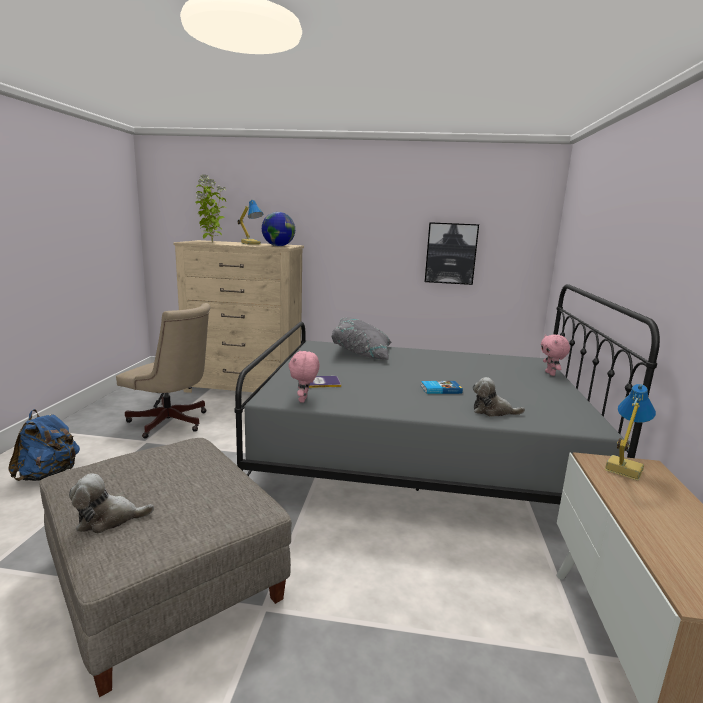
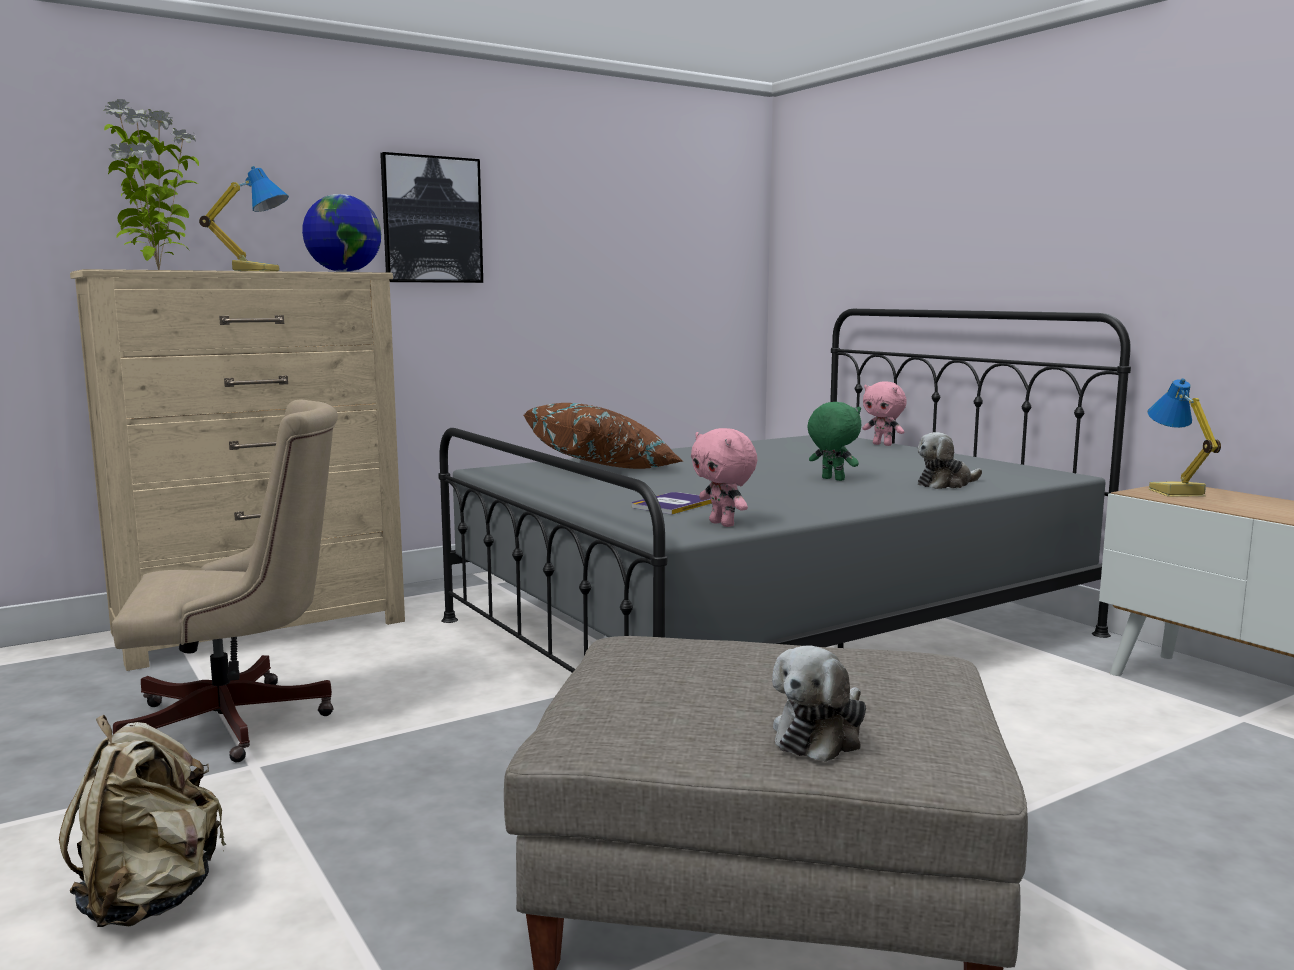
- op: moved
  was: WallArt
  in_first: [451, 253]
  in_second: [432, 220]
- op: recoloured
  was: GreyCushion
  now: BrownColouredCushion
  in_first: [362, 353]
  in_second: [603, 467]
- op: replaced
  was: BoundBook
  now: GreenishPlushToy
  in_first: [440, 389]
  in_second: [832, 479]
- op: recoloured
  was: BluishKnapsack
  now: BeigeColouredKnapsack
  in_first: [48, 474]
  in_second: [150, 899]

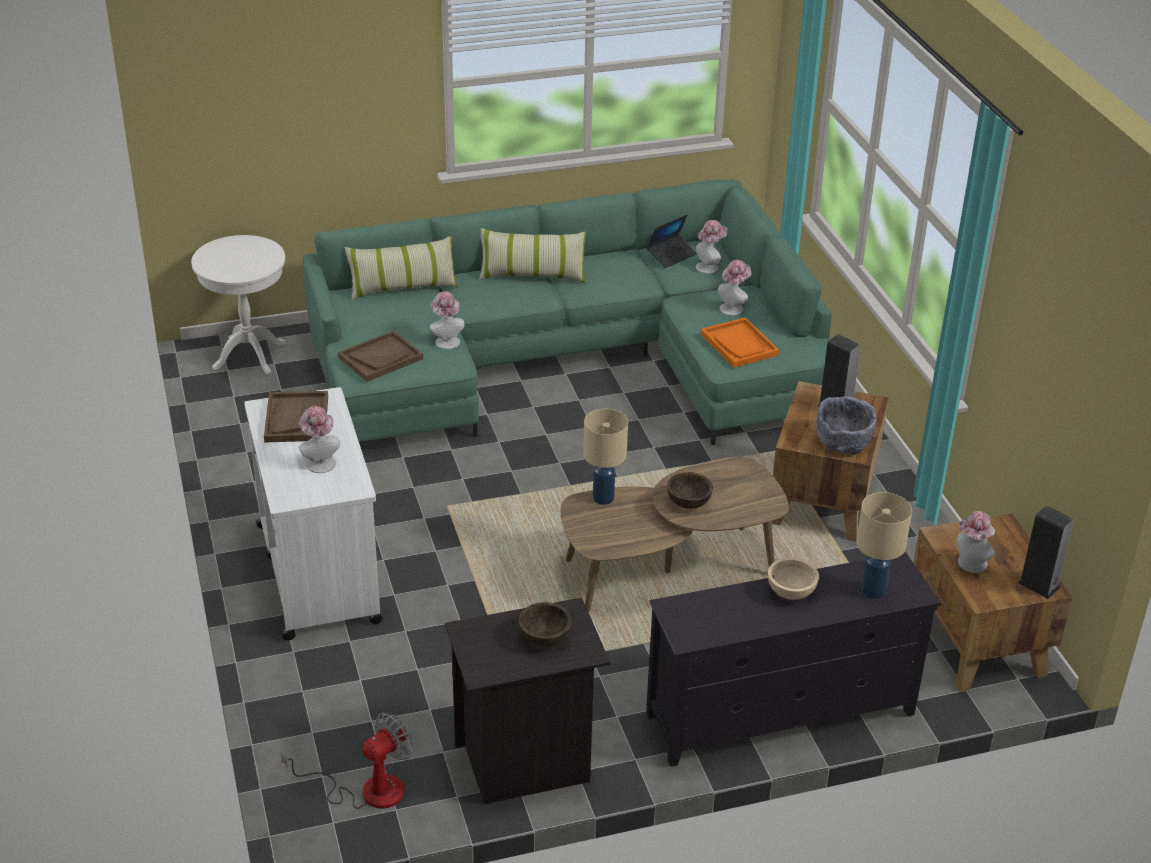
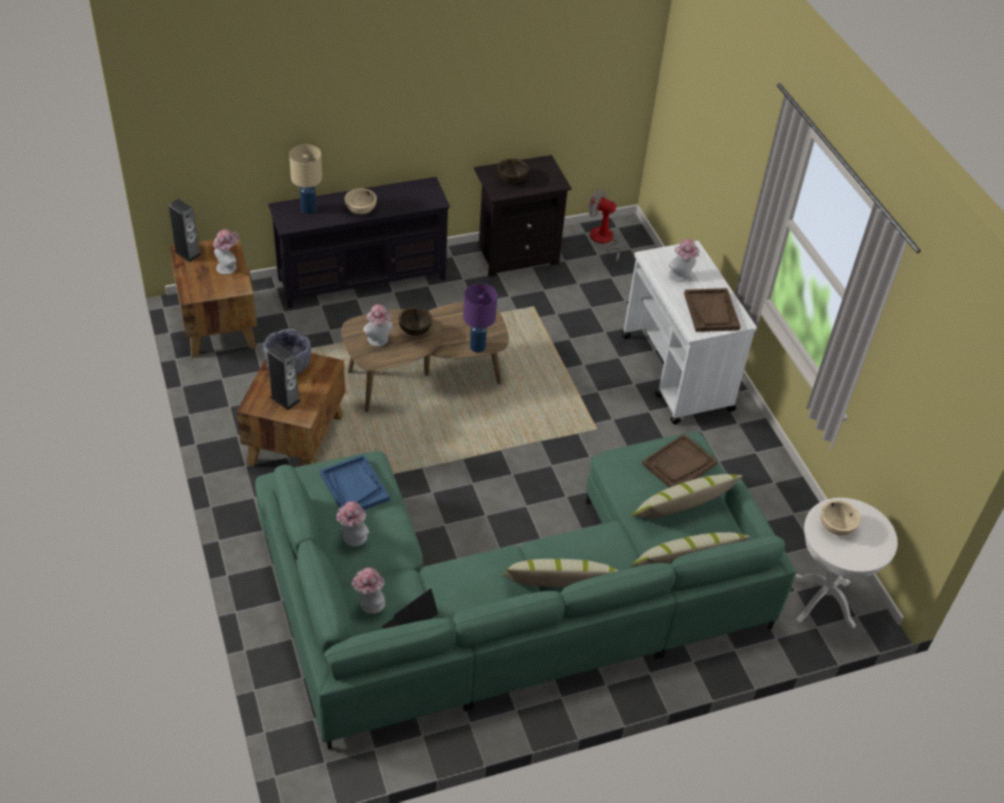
- op: moved
  was: WearableHat
  in_first: [446, 340]
  in_second: [379, 341]
- op: recoloured
  was: OrangeColouredServingTray
  now: BluishServingTray
  in_first: [739, 344]
  in_second: [354, 487]
- op: recoloured
  was: BeigeColouredLampForATable
  now: PurpleLampForATable
  in_first: [603, 498]
  in_second: [477, 346]
- op: turned
  was: Fan
  in_first: [367, 790]
  in_second: [603, 241]
  clockwise: 75
- op: added
  now: Cushion
  in_second: [682, 509]
- op: added
  now: BeigeColouredServingBowl
  in_second: [836, 526]

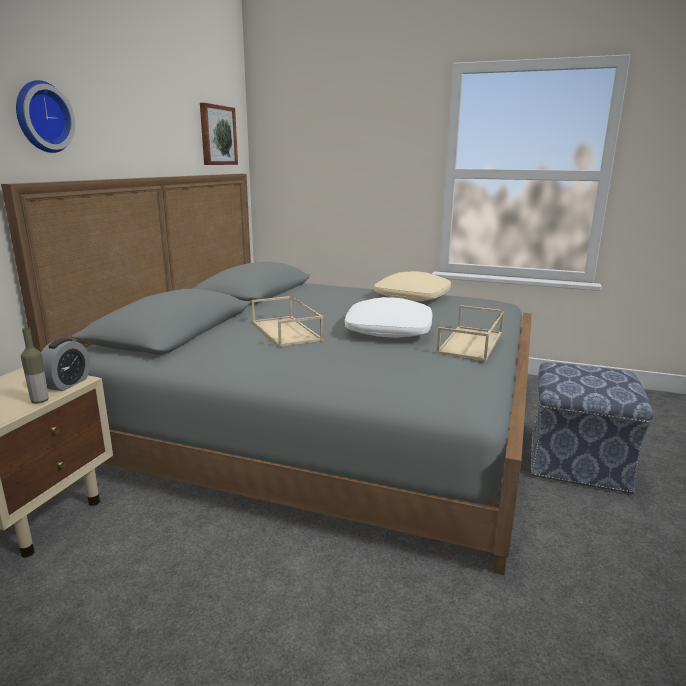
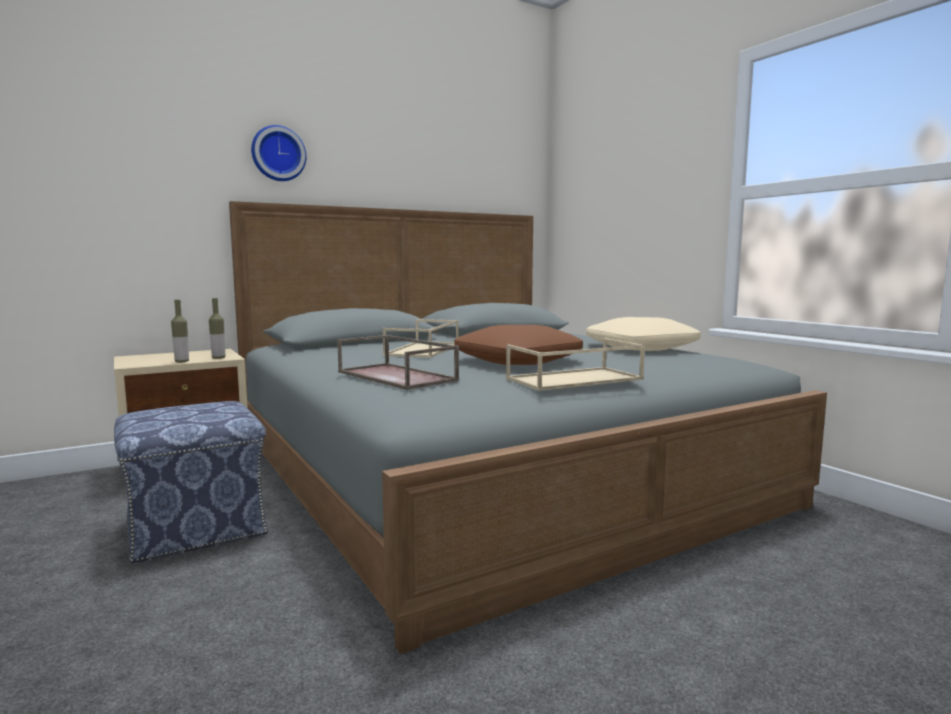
- op: removed
  was: WallArt
  in_first: [217, 135]
- op: recoloured
  was: WhiteColouredCushion
  now: BrownColouredCushion
  in_first: [388, 330]
  in_second: [517, 360]
- op: replaced
  was: AlarmClock
  now: Bottle
  in_first: [67, 384]
  in_second: [218, 358]
- op: moved
  was: Footrest
  in_first: [578, 461]
  in_second: [197, 526]
- op: added
  now: BrownColouredServingTray
  in_second: [398, 376]

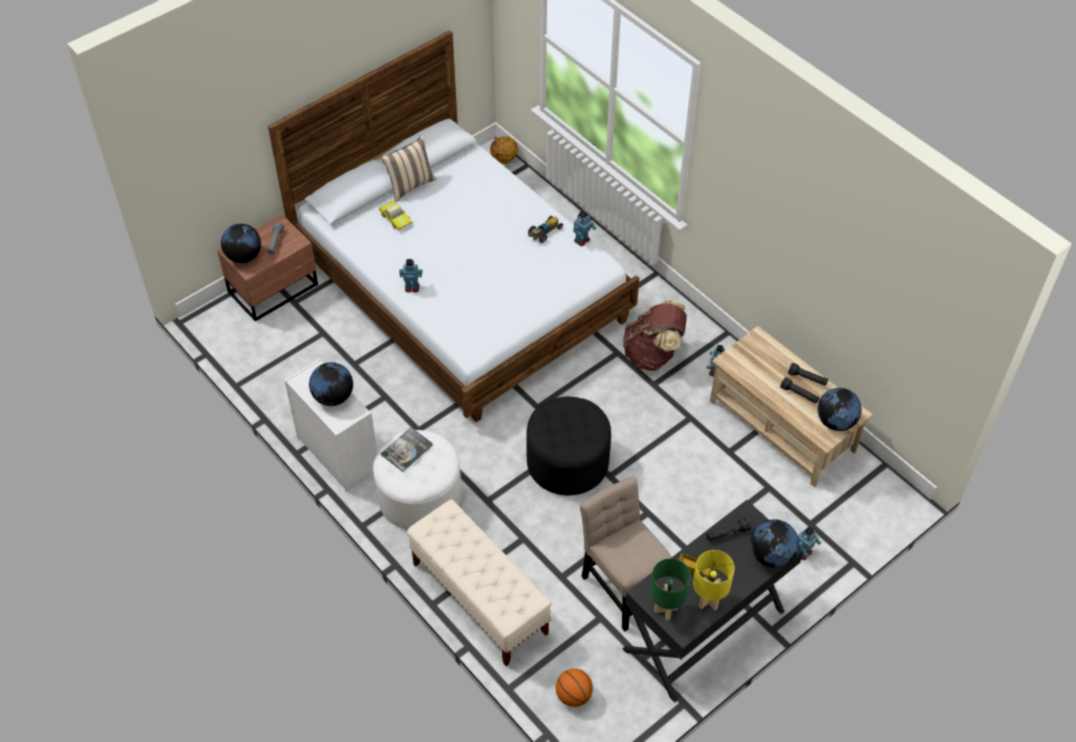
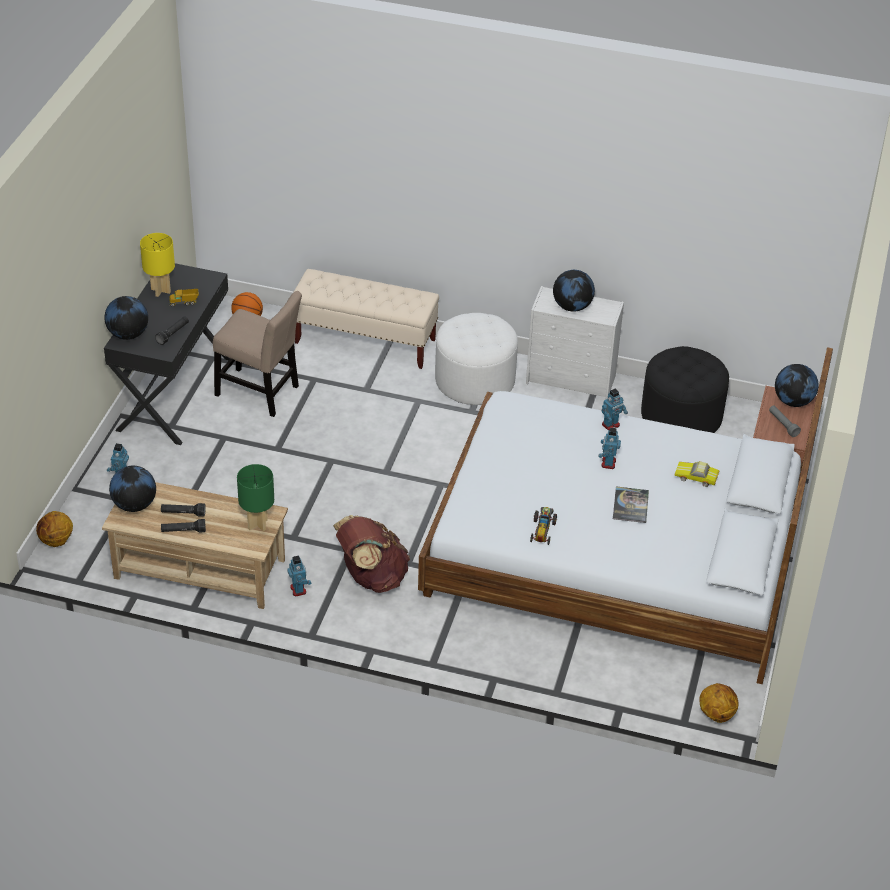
- op: removed
  was: BeigeColouredCushion
  in_first: [410, 185]
- op: moved
  was: ModelRobot
  in_first: [582, 240]
  in_second: [608, 463]
- op: moved
  was: BlackColouredFootrest
  in_first: [567, 462]
  in_second: [681, 416]
- op: moved
  was: BoundBook
  in_first: [407, 450]
  in_second: [630, 505]
- op: moved
  was: GreenishLampForATable
  in_first: [665, 609]
  in_second: [258, 524]
- op: added
  now: Basketball
  in_second: [56, 541]

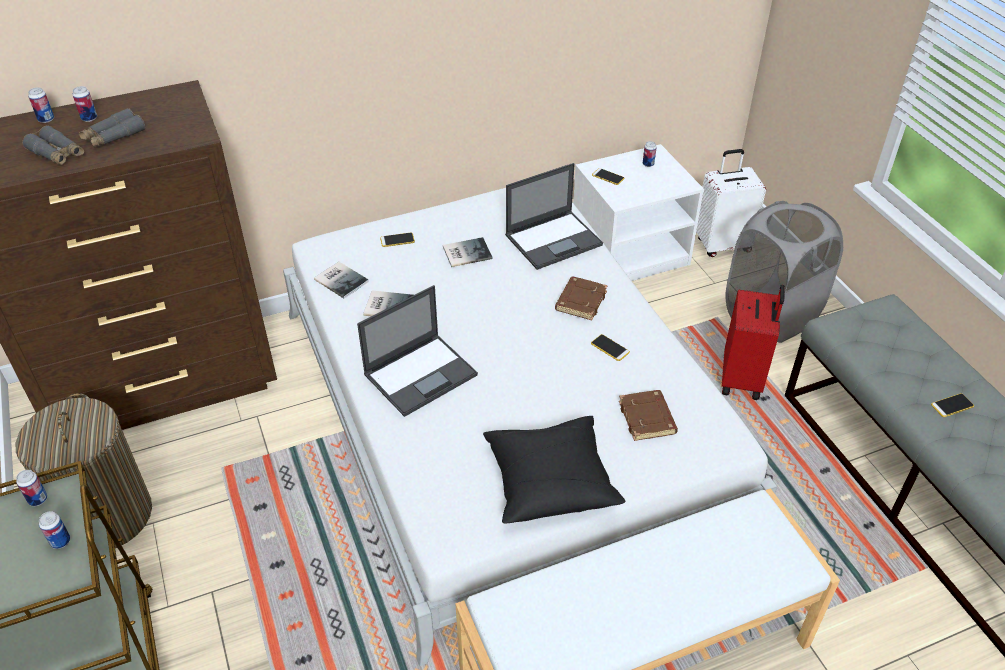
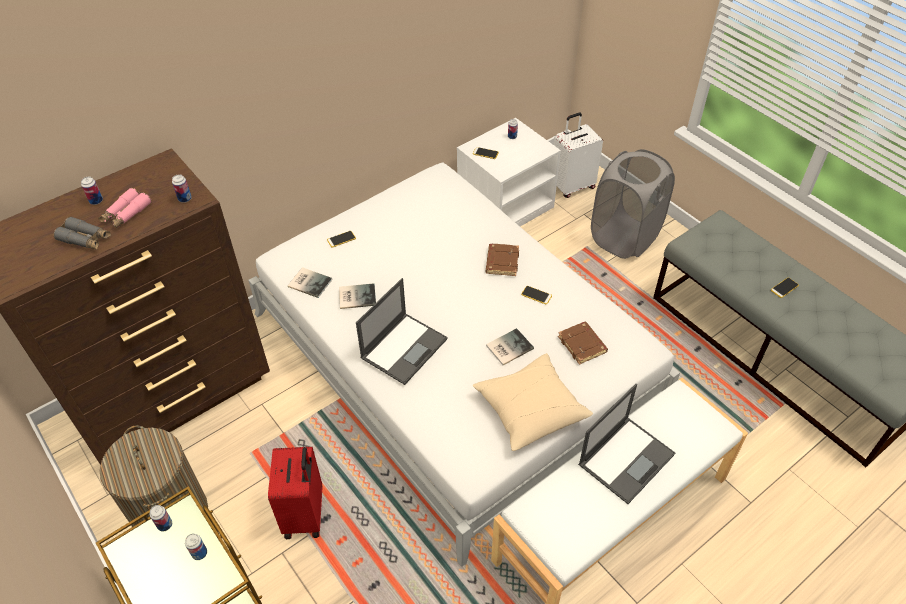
- op: moved
  was: MetalCan
  in_first: [46, 119]
  in_second: [185, 199]
- op: recoloured
  was: GreyPairOfBinoculars
  now: PinkPairOfBinoculars
  in_first: [113, 136]
  in_second: [126, 214]
- op: moved
  was: PortableComputer
  in_first: [554, 240]
  in_second: [626, 458]
- op: moved
  was: BoundBook
  in_first: [465, 252]
  in_second: [508, 347]
- op: moved
  was: RedTravelCase
  in_first: [743, 379]
  in_second: [305, 514]
- op: recoloured
  was: BlackColouredCushion
  now: BeigeColouredCushion
  in_first: [550, 481]
  in_second: [530, 409]

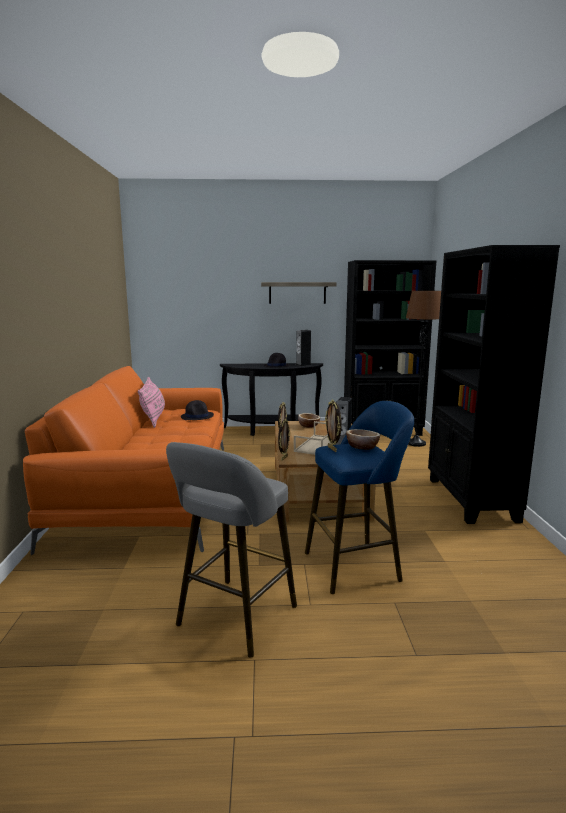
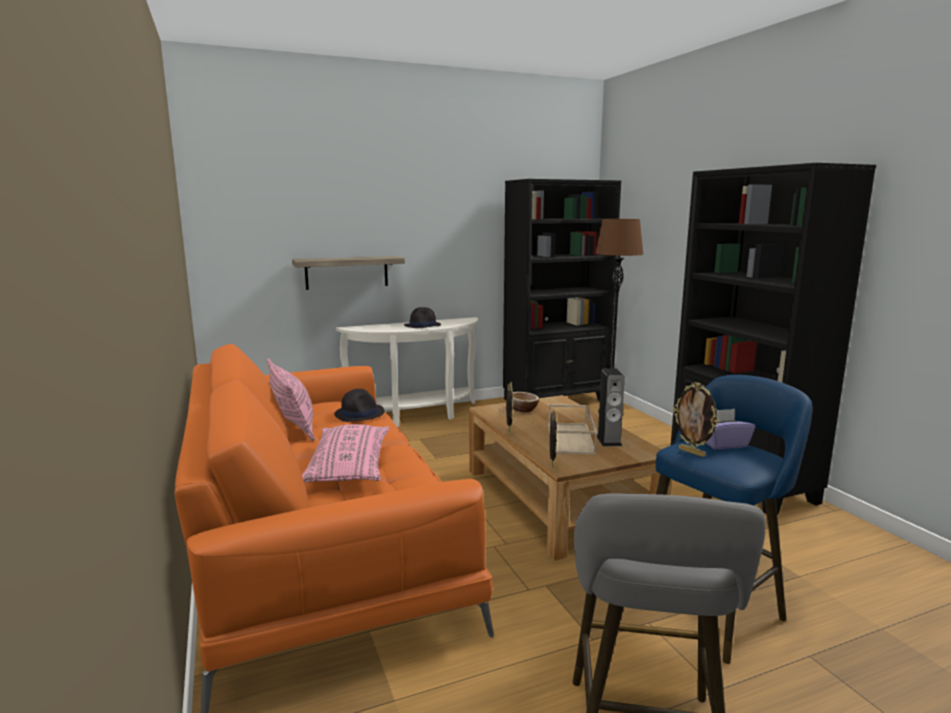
- op: moved
  was: BracketShelf
  in_first: [297, 293]
  in_second: [347, 272]
- op: removed
  was: AudioSpeaker
  in_first: [303, 365]
- op: recoloured
  was: BlackColouredConsoleTable
  now: WhiteColouredConsoleTable
  in_first: [272, 430]
  in_second: [417, 416]
- op: replaced
  was: ServingBowl
  now: PurpleTissueBox
  in_first: [362, 447]
  in_second: [724, 444]
- op: added
  now: PinkCushion
  in_second: [349, 467]

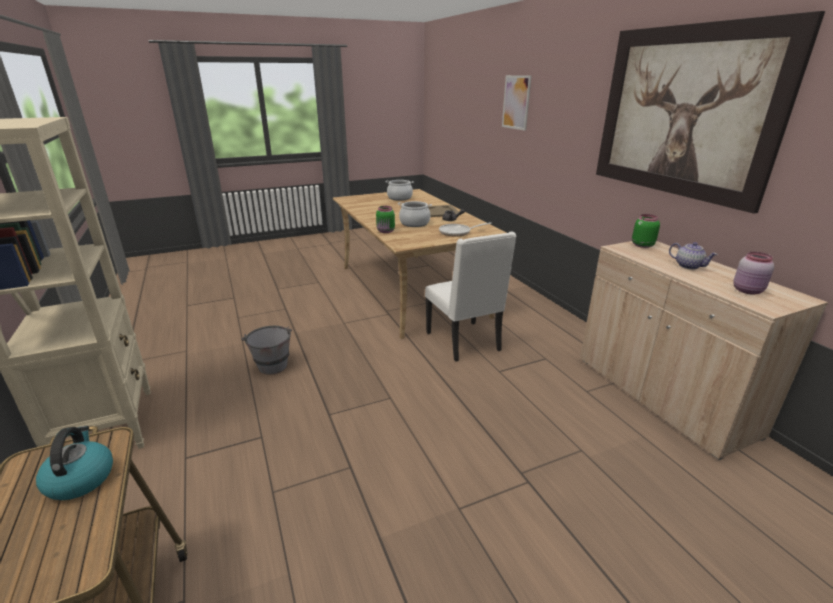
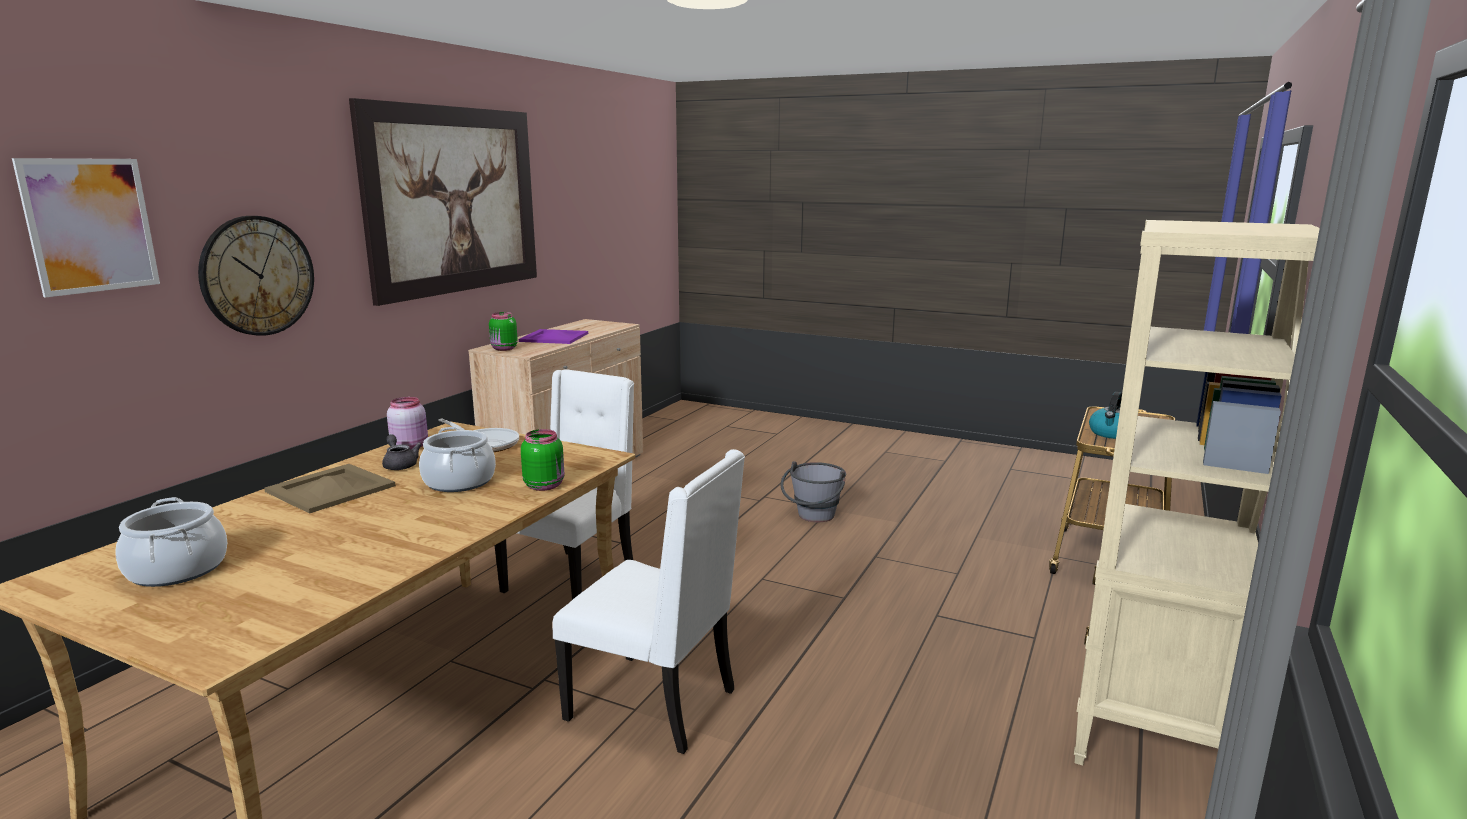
- op: replaced
  was: TeaPot
  now: PurpleServingTray
  in_first: [688, 266]
  in_second: [553, 337]
- op: moved
  was: PinkJar
  in_first: [748, 291]
  in_second: [410, 446]
- op: moved
  was: GreyWaterBucket
  in_first: [272, 363]
  in_second: [813, 518]
- op: added
  now: ClockOnTheWall
  in_second: [257, 276]
- op: added
  now: WhiteColouredUprightChair
  in_second: [656, 704]

